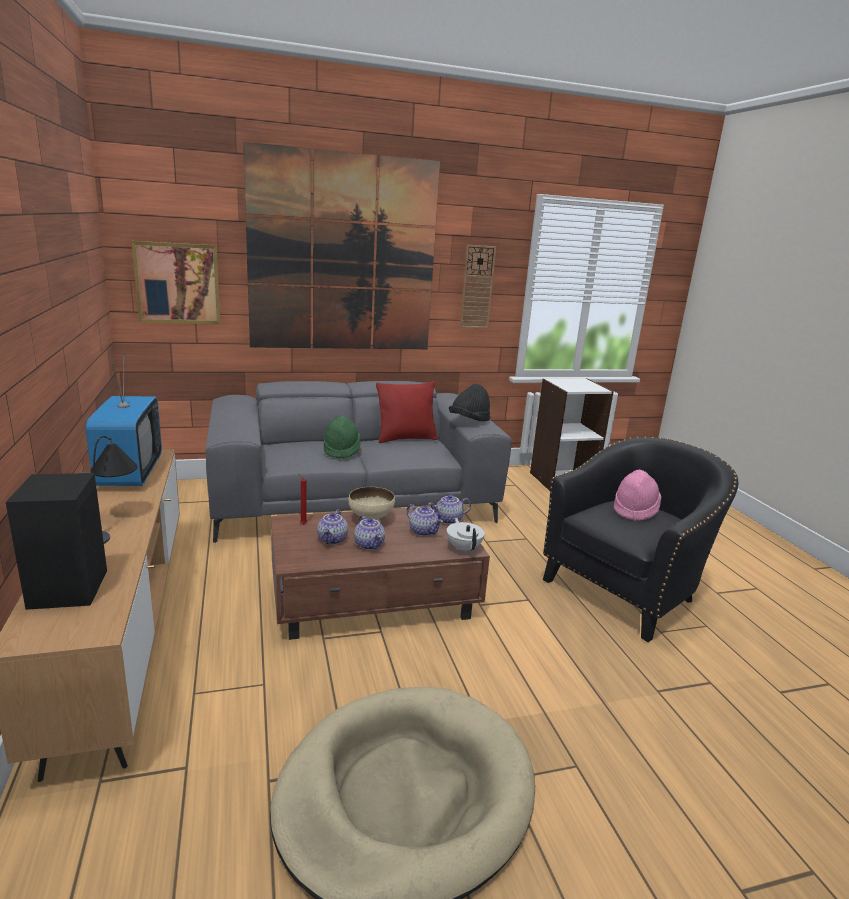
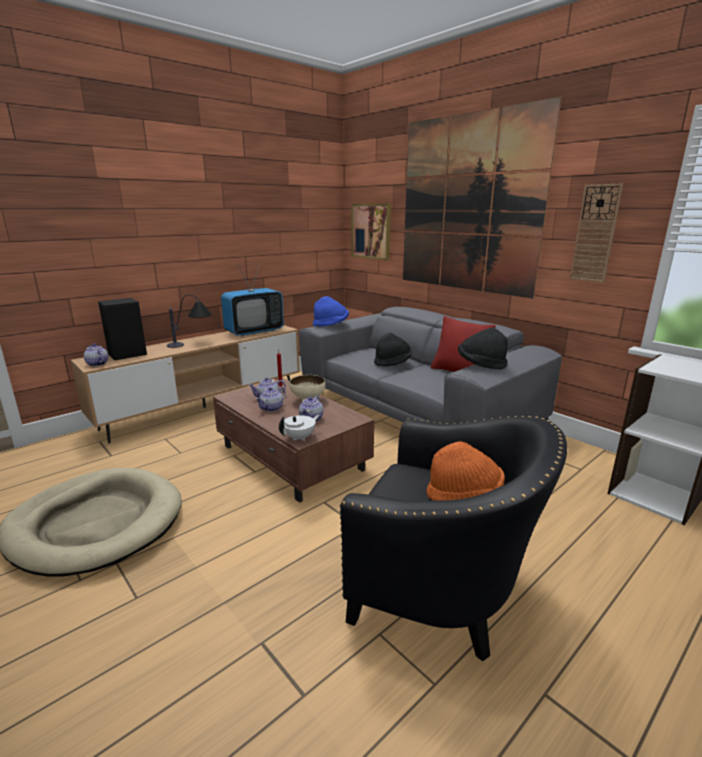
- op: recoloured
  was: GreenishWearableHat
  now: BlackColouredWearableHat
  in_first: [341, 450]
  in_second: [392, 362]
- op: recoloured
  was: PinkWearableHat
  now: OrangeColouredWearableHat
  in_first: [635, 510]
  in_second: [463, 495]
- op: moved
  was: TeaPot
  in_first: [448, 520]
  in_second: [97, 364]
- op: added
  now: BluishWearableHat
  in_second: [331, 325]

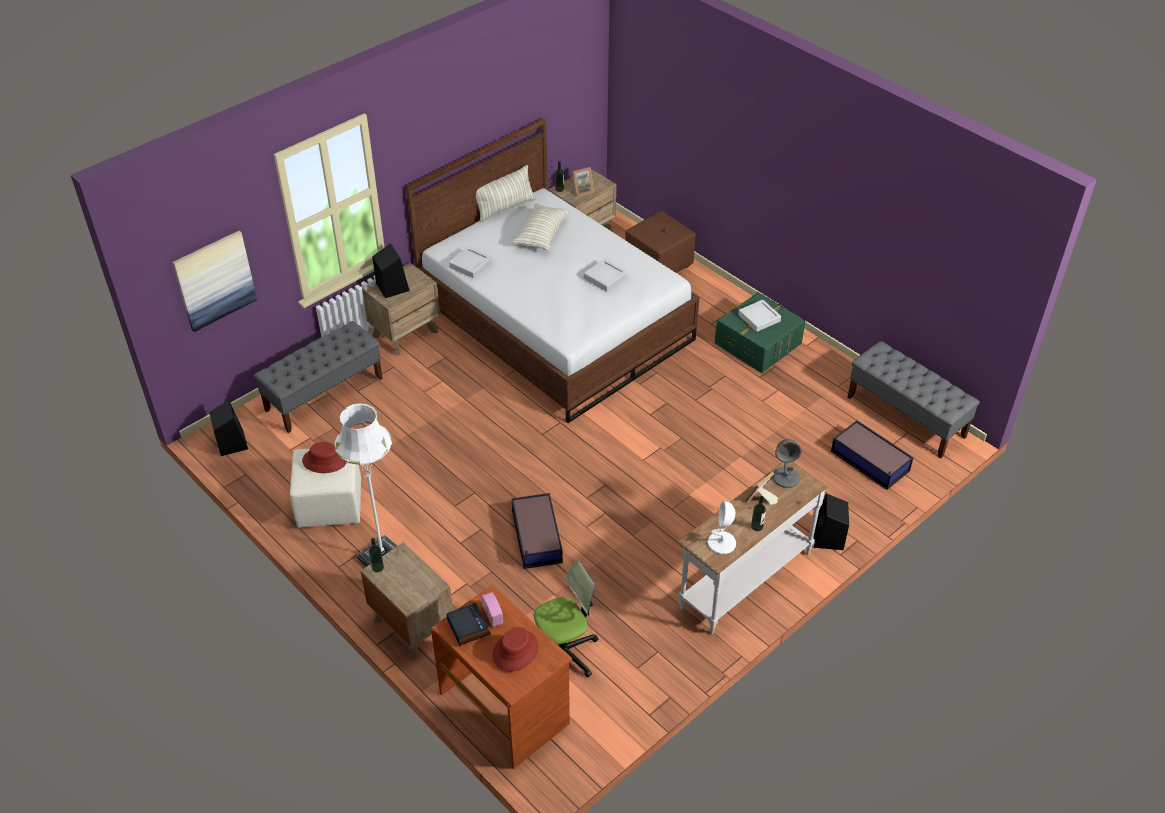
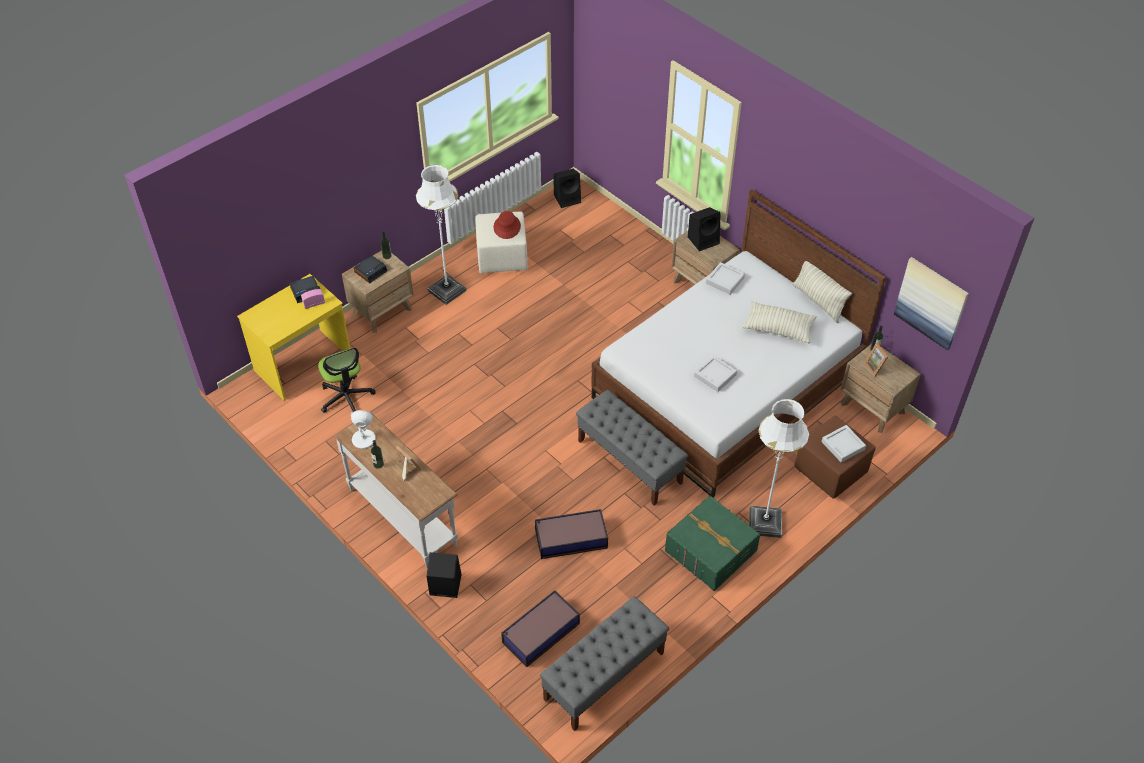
- op: moved
  was: WallArt
  in_first: [214, 280]
  in_second: [931, 302]
- op: moved
  was: GreyServingTray
  in_first: [759, 318]
  in_second: [843, 445]
- op: moved
  was: GreyBench
  in_first: [324, 394]
  in_second: [630, 462]
- op: removed
  was: GreyLampForATable
  in_first: [786, 477]
- op: moved
  was: StorageBin
  in_first: [536, 537]
  in_second: [570, 538]
- op: recoloured
  was: BrownColouredDesk
  now: YellowDesk
  in_first: [505, 708]
  in_second: [303, 365]
- op: removed
  was: RedWearableHat
  in_first: [515, 651]
- op: added
  now: AlarmClock
  in_second: [371, 271]
- op: added
  now: WhiteColouredStandardLamp
  in_second: [765, 522]

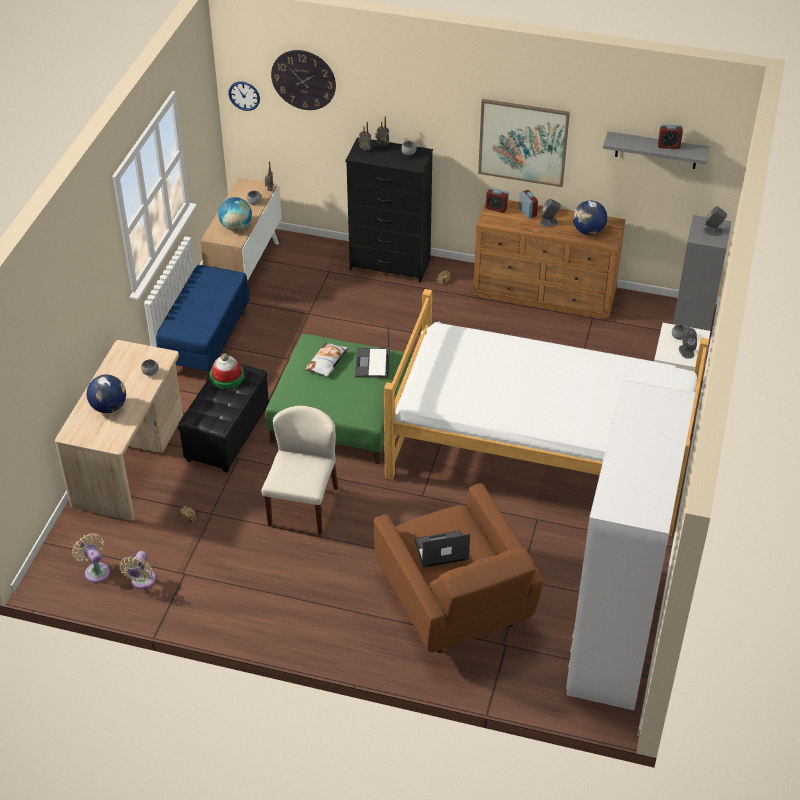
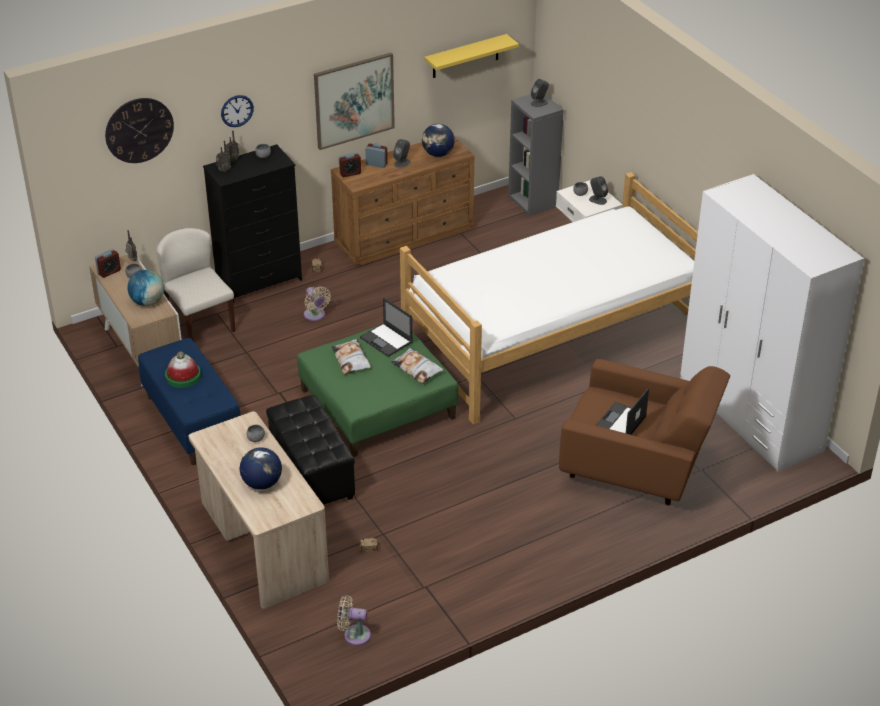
- op: moved
  was: ClockOnTheWall
  in_first: [244, 95]
  in_second: [237, 110]
- op: moved
  was: AlarmClock
  in_first: [668, 145]
  in_second: [109, 272]
- op: recoloured
  was: GreyBracketShelf
  now: YellowBracketShelf
  in_first: [656, 150]
  in_second: [465, 56]
- op: moved
  was: WearableHat
  in_first: [227, 376]
  in_second: [183, 376]
- op: moved
  was: BeigeColouredUprightChair
  in_first: [303, 505]
  in_second: [199, 324]
- op: moved
  was: BeigeColouredFan
  in_first: [142, 581]
  in_second: [315, 315]
- op: added
  now: Cushion
  in_second: [417, 369]

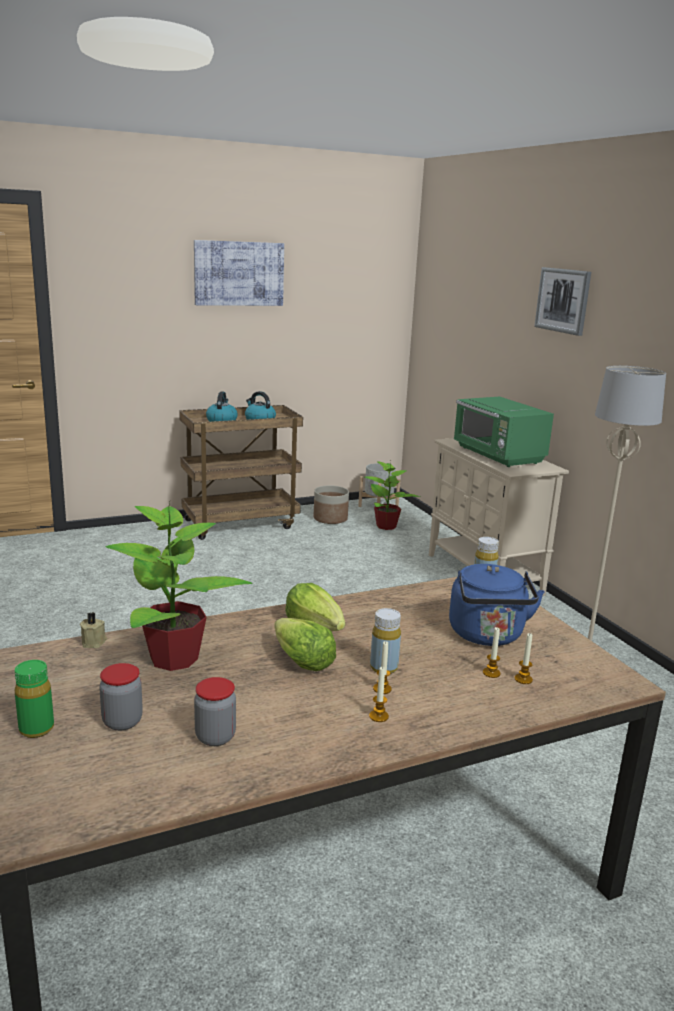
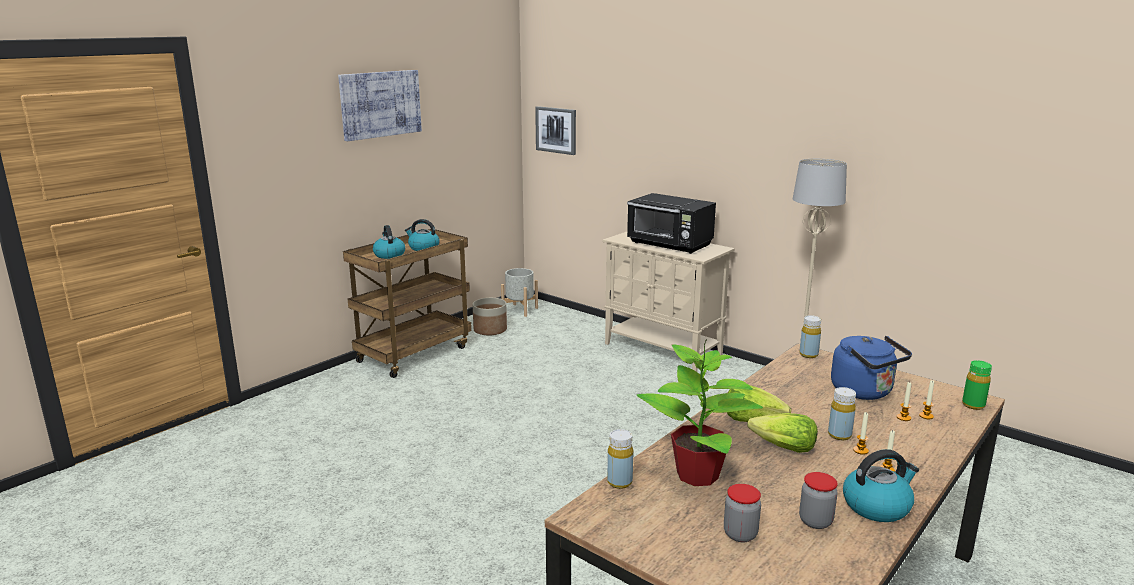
- op: moved
  was: WallArt
  in_first: [563, 300]
  in_second: [556, 130]
- op: recoloured
  was: GreenishMicrowaveOven
  now: BlackColouredMicrowaveOven
  in_first: [498, 456]
  in_second: [670, 245]
- op: removed
  was: PlantInAPot
  in_first: [386, 526]
- op: replaced
  was: BeigeColouredWaxLight
  now: YellowBottle
  in_first: [94, 642]
  in_second: [619, 482]
- op: moved
  was: GreenishBottle
  in_first: [36, 729]
  in_second: [973, 405]
- op: added
  now: TeaKettle
  in_second: [877, 506]

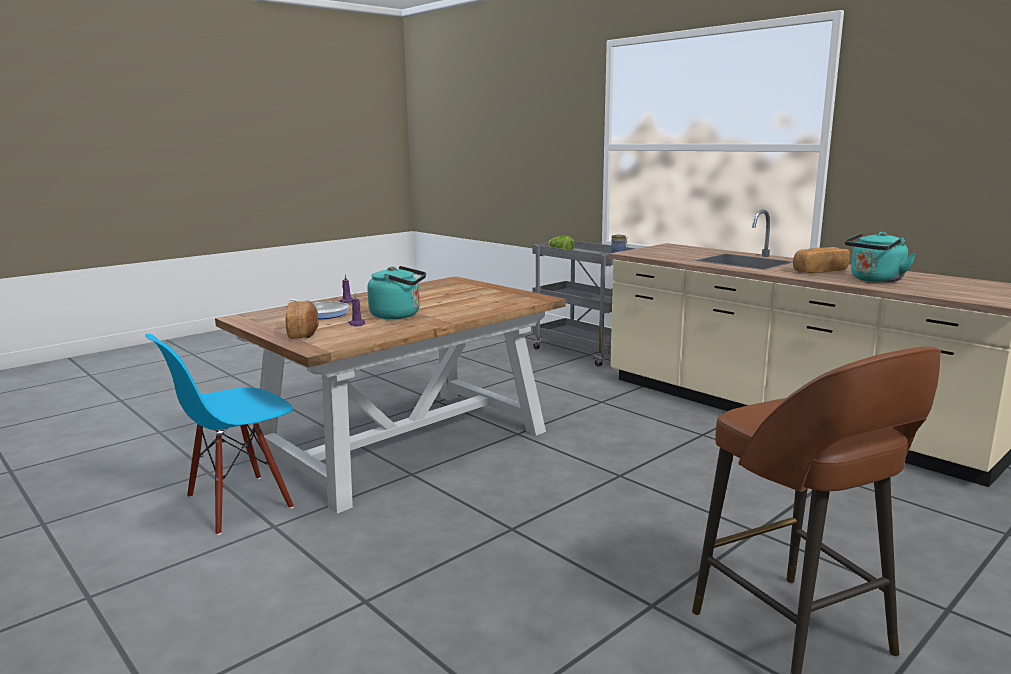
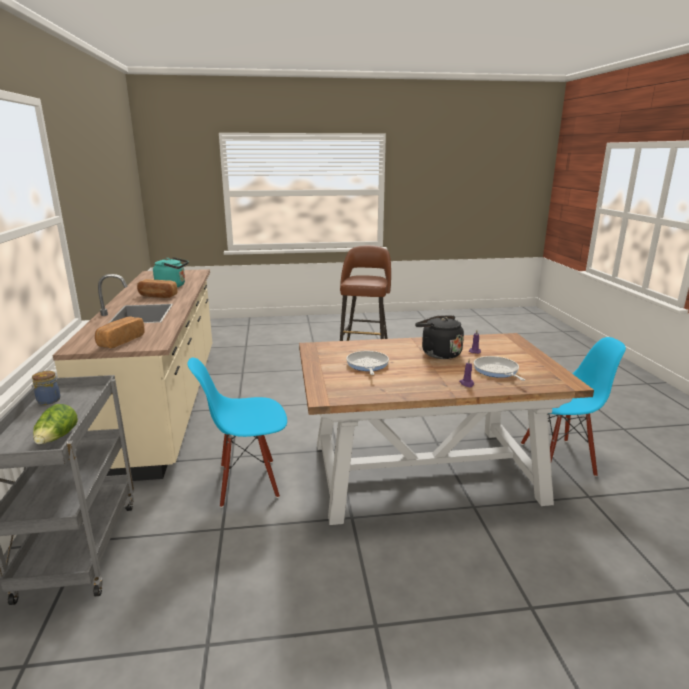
- op: recoloured
  was: TurquoiseTeaKettle
  now: BlackColouredTeaKettle
  in_first: [399, 315]
  in_second: [438, 353]
- op: moved
  was: BakedBread
  in_first: [303, 332]
  in_second: [120, 341]
- op: added
  now: Pan
  in_second: [367, 365]
- op: added
  now: BluishUprightChair
  in_second: [247, 482]

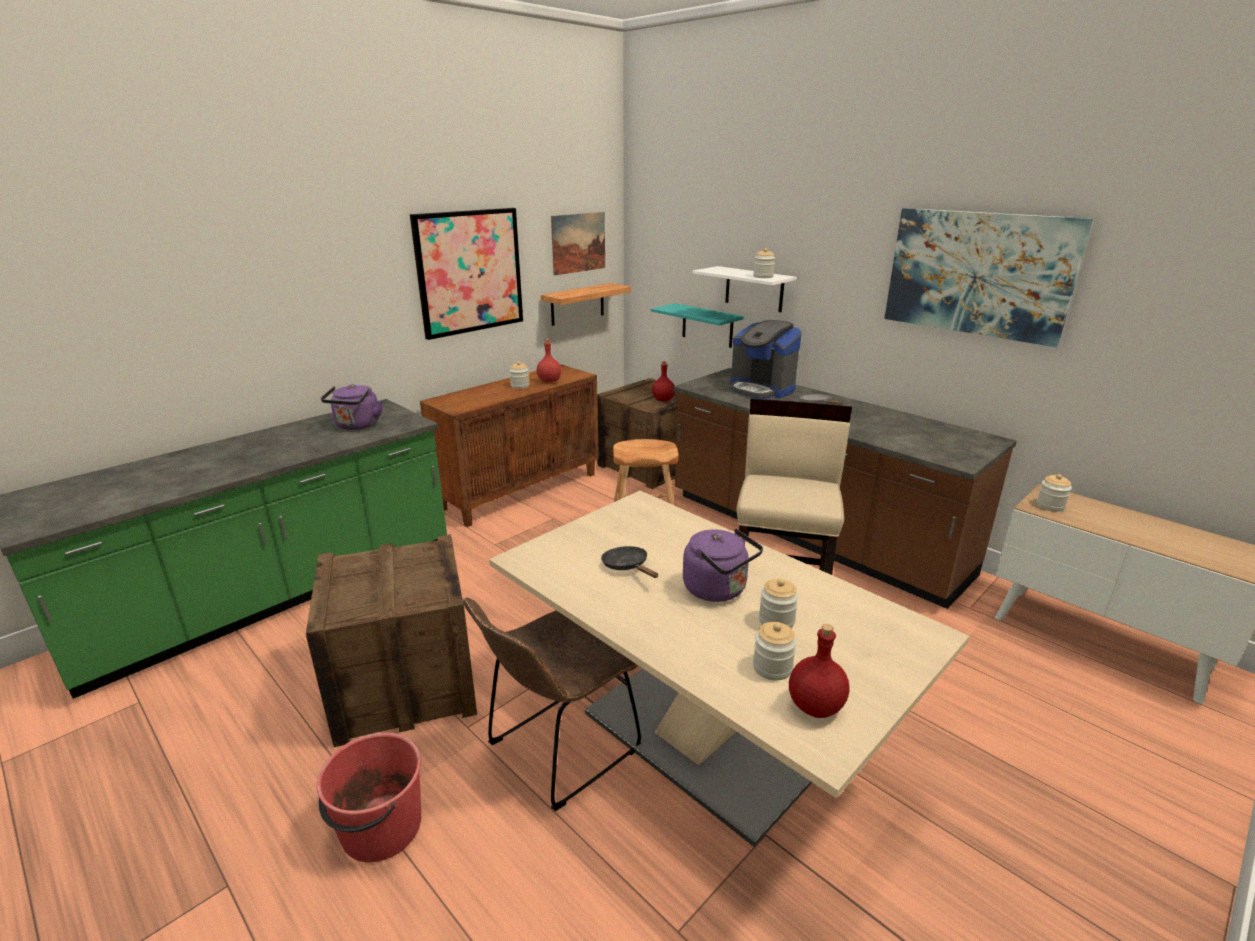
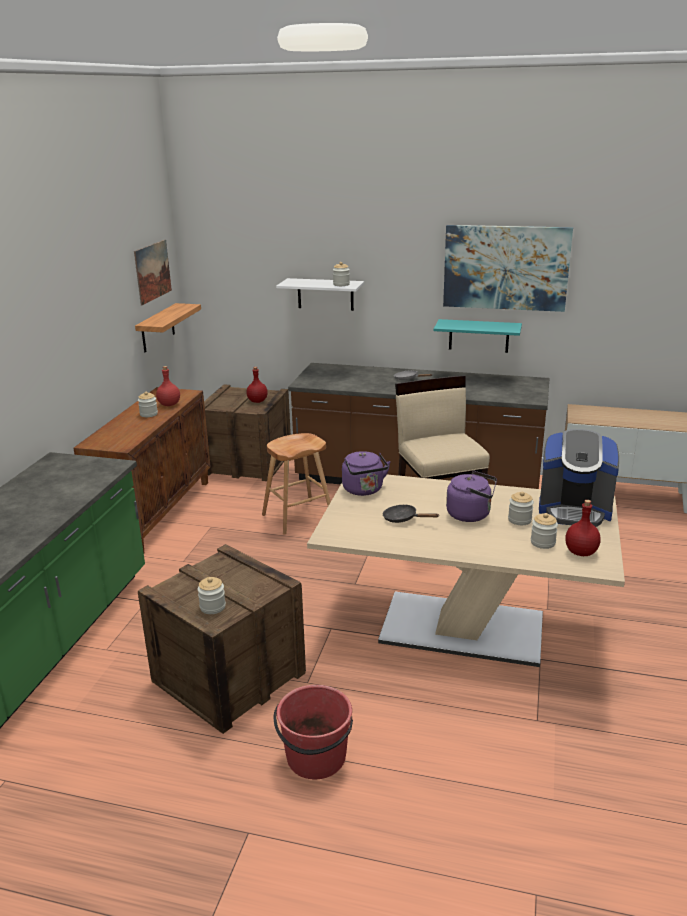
- op: removed
  was: WallArt
  in_first: [469, 272]
- op: moved
  was: TurquoiseBracketShelf
  in_first: [707, 325]
  in_second: [478, 336]
- op: moved
  was: CoffeeMaker
  in_first: [761, 389]
  in_second: [574, 510]
- op: moved
  was: PurpleTeaKettle
  in_first: [357, 426]
  in_second: [364, 490]
- op: moved
  was: Jar
  in_first: [1050, 506]
  in_second: [212, 607]
- op: removed
  was: BrownColouredUprightChair
  in_first: [558, 751]

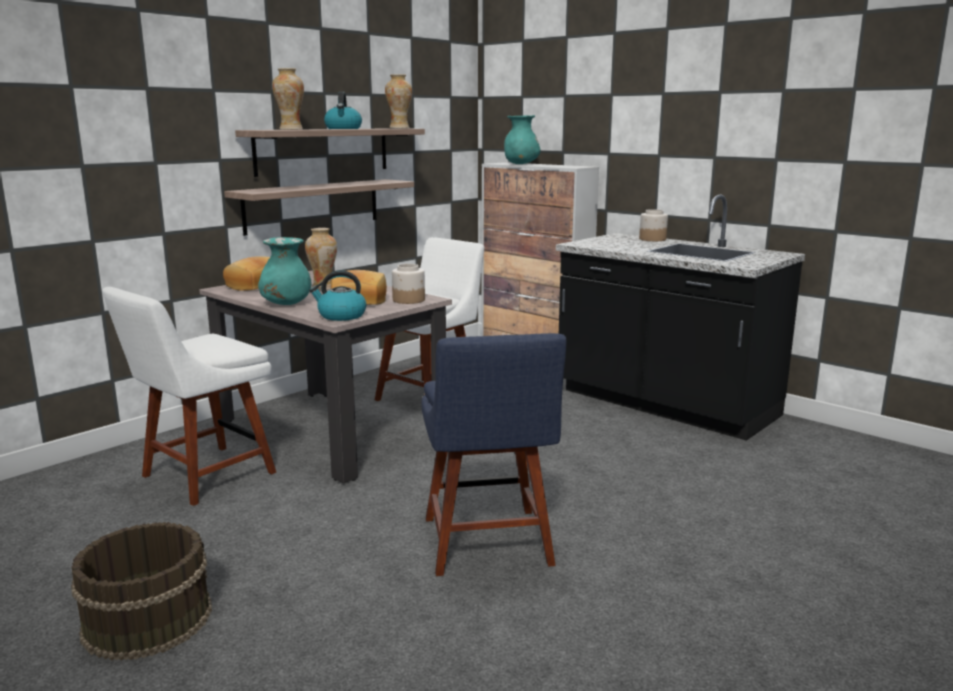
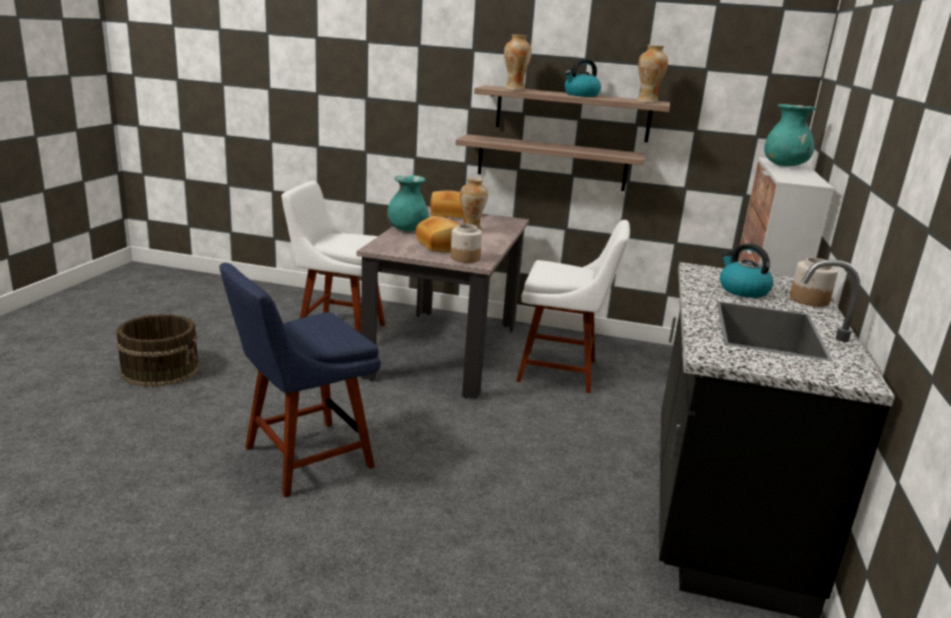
- op: moved
  was: TeaKettle
  in_first: [341, 316]
  in_second: [742, 290]

